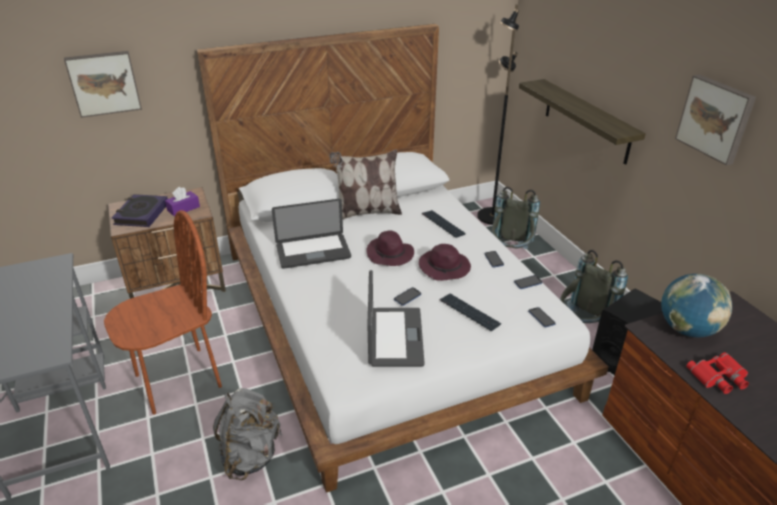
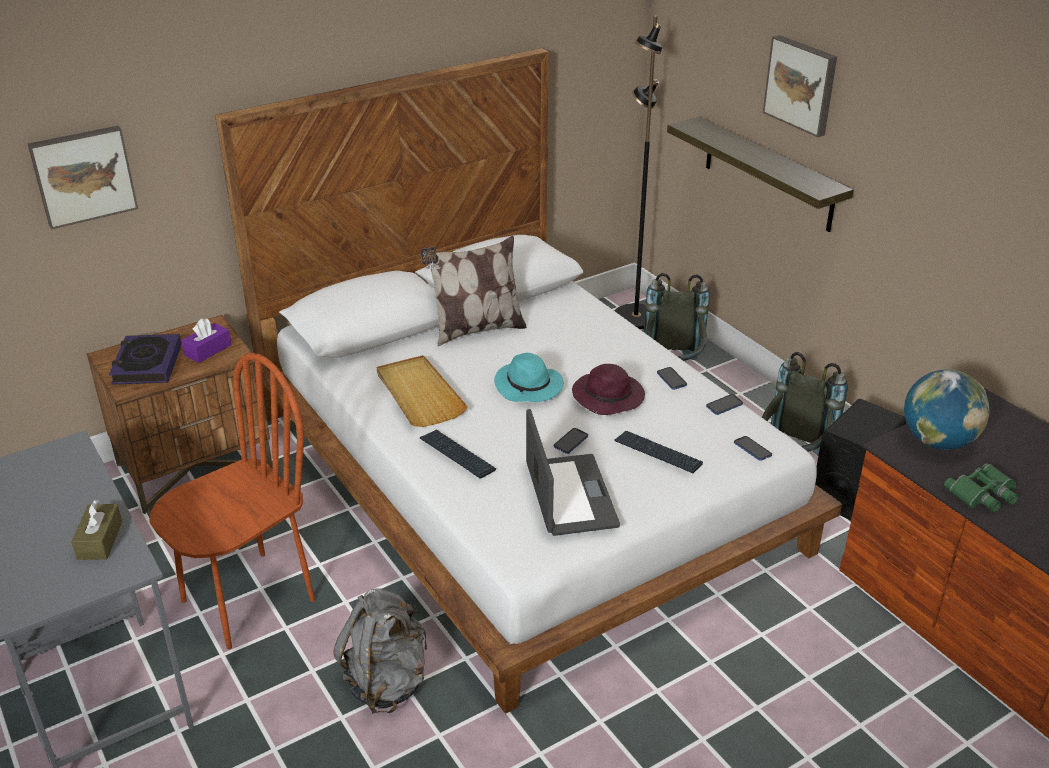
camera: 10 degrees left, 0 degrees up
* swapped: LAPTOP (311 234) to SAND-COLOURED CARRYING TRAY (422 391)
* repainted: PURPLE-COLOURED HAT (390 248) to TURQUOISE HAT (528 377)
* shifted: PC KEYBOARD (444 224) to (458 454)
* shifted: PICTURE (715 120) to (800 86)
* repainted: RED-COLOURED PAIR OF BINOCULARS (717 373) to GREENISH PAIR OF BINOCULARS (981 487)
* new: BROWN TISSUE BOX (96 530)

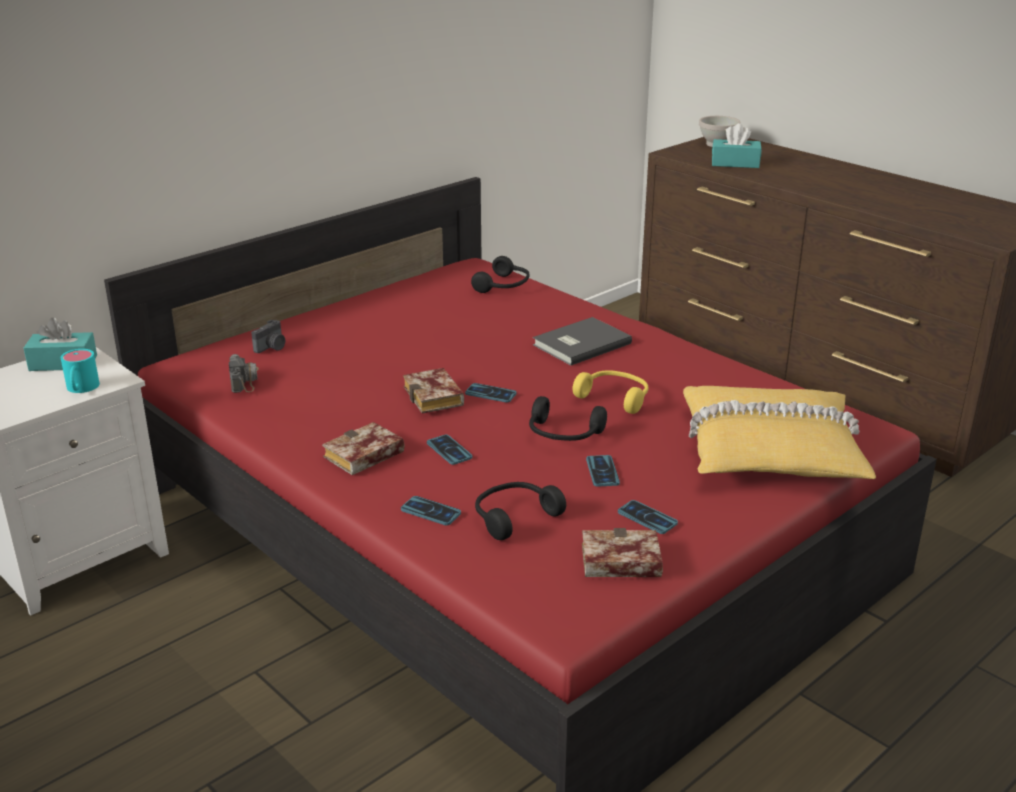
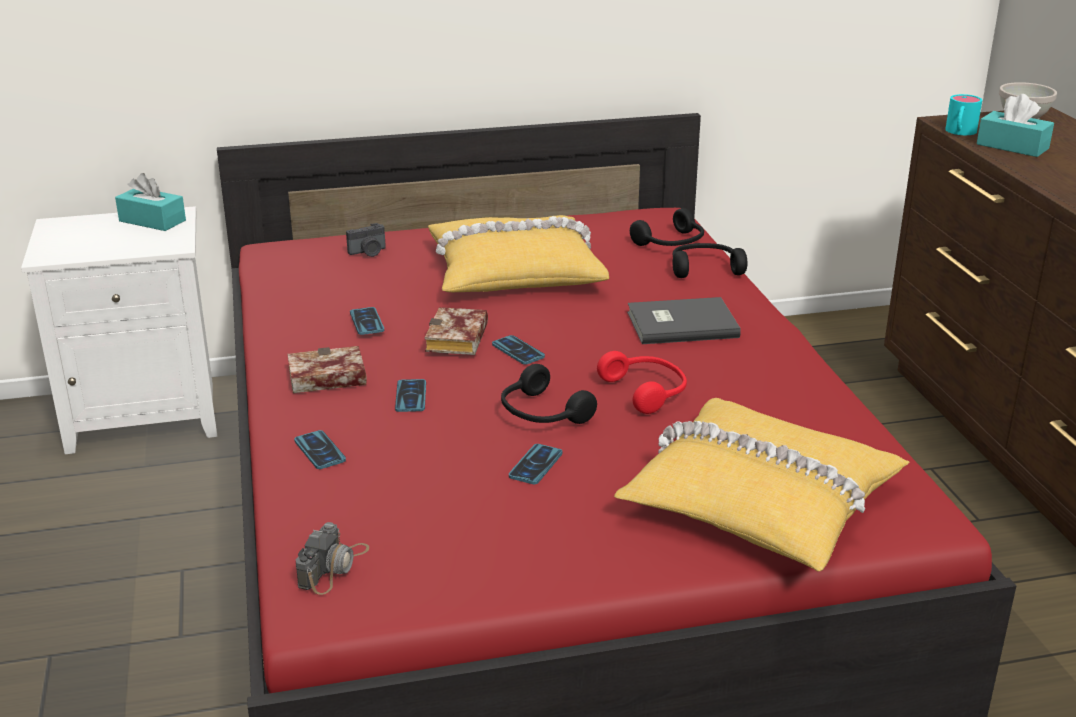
camera: 30 degrees right, 0 degrees up
* shifted: TURQUOISE TEA MUG (80 371) to (963 114)
* shifted: PHOTO CAMERA (244 373) to (332 558)
* shifted: BLACK PAIR OF HEADPHONES (520 511) to (710 260)
* repainted: YELLOW-COLOURED PAIR OF HEADPHONES (611 392) to RED-COLOURED PAIR OF HEADPHONES (642 382)
* gone: VOLUME (622 552)
* shifted: TELEPHONE (648 517) to (367 321)
* new: YELLOW-COLOURED CUSHION (519 253)

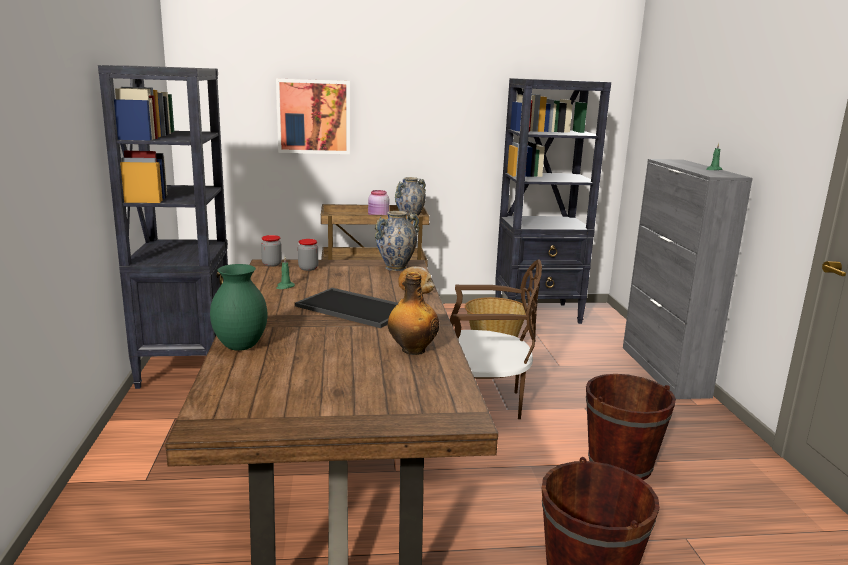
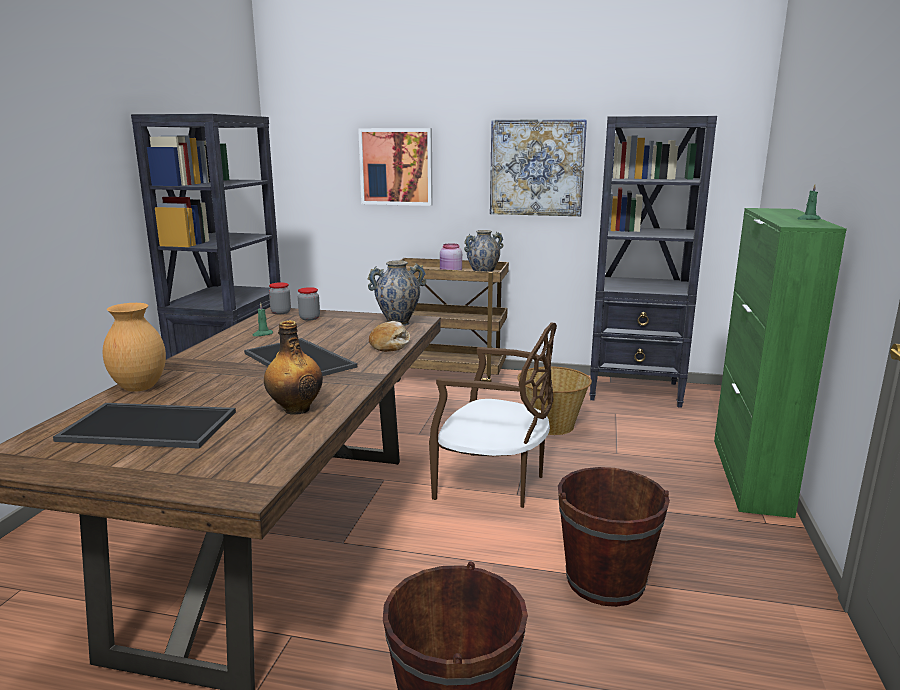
camera: 20 degrees right, 0 degrees up
* repainted: GREENISH DECORATIVE VASE (238 307) to BROWN DECORATIVE VASE (134 347)
* repainted: GREYISH STORAGE CABINET (688 279) to GREENISH STORAGE CABINET (780 363)
* new: CARRYING TRAY (144 426)
* new: PICTURE (538 167)

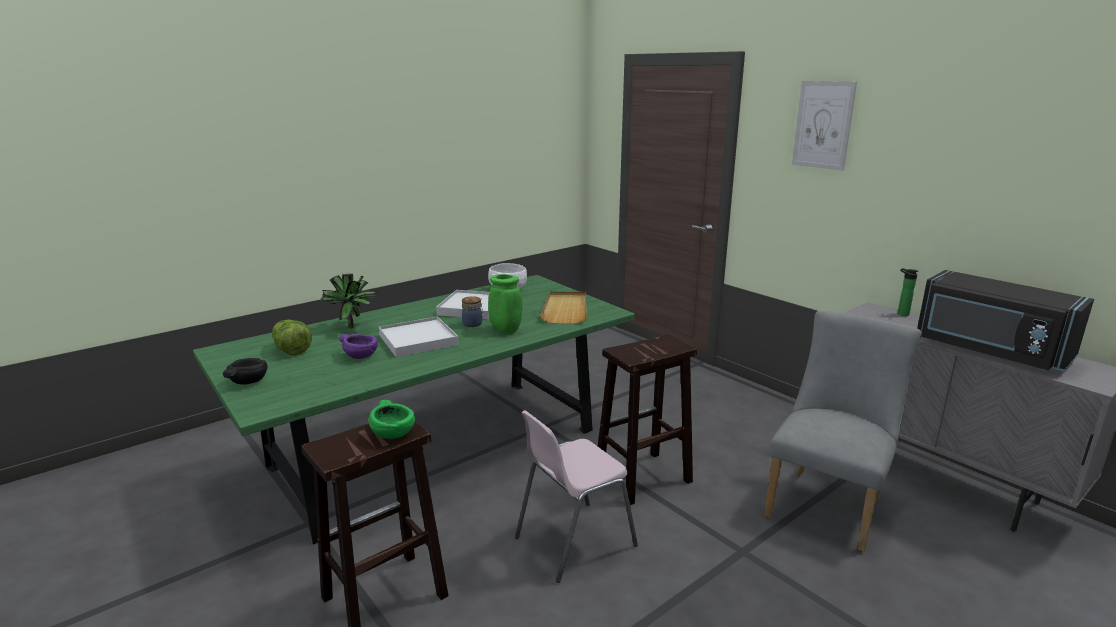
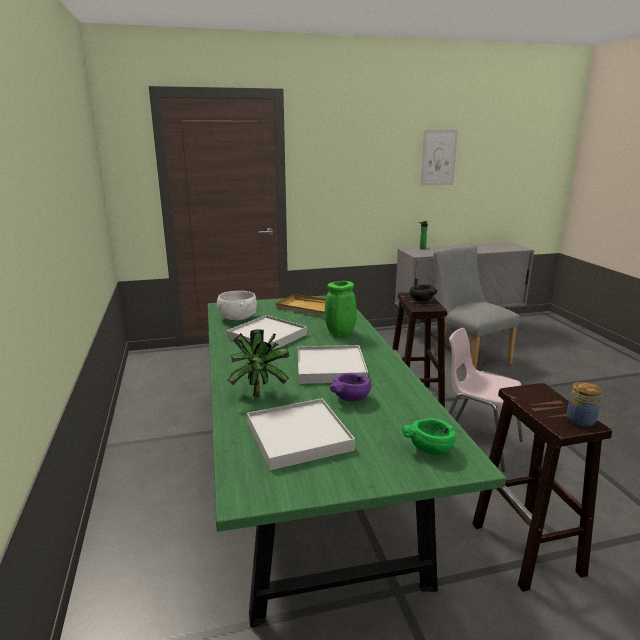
camera: 65 degrees left, 0 degrees up
* shifted: BLACK DEEP DISH (245 371) to (423 292)
* swapped: LETTUCE (292 337) to WHITE CARRYING TRAY (301 434)
* shifted: GREENISH DEEP DISH (391 419) to (429 436)
* shifted: PRESERVE JAR (472 311) to (584 404)
* rotated: PINK PLAIN CHAIR (576 496) = (486 400) 135 degrees clockwise
* shifted: PICTURE (824 126) to (439 158)
* gone: BLACK MICROWAVE OVEN (1005 321)

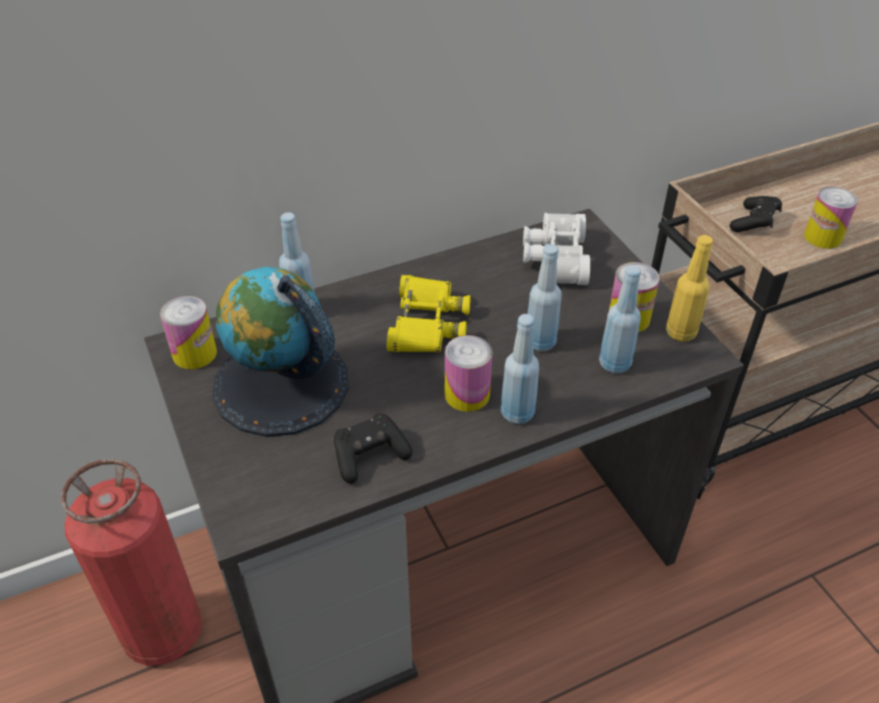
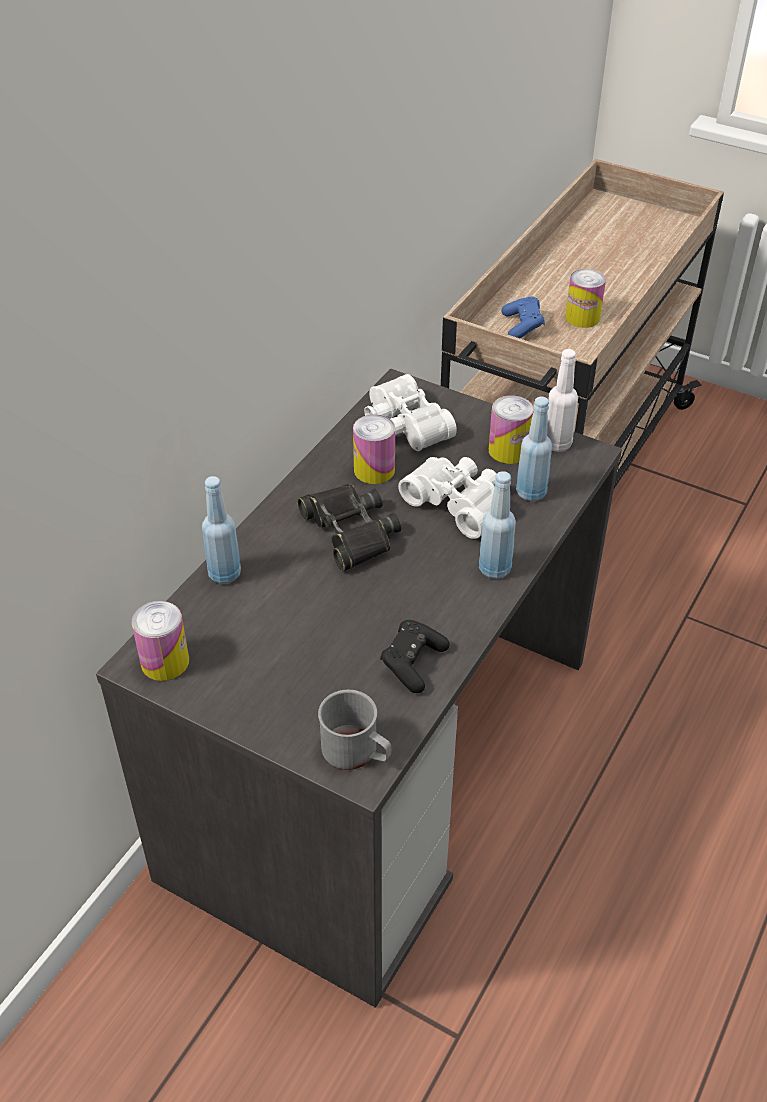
camera: 35 degrees left, 0 degrees up
* gone: FIRE EXTINGUISHER (131 562)
* gone: GLOBE (280 352)
* repainted: YELLOW-COLOURED PAIR OF BINOCULARS (428 313) to BLACK PAIR OF BINOCULARS (349 527)
* shifted: METAL CAN (469 373) to (374 449)
* swapped: BLUE-COLOURED DRINK BOTTLE (544 297) to WHITE PAIR OF BINOCULARS (447 498)
* repainted: YELLOW-COLOURED DRINK BOTTLE (689 288) to WHITE DRINK BOTTLE (562 400)
* repainted: BLACK GAMEPAD (756 214) to BLUE-COLOURED GAMEPAD (523 317)
* new: GREYISH TEA MUG (354 730)

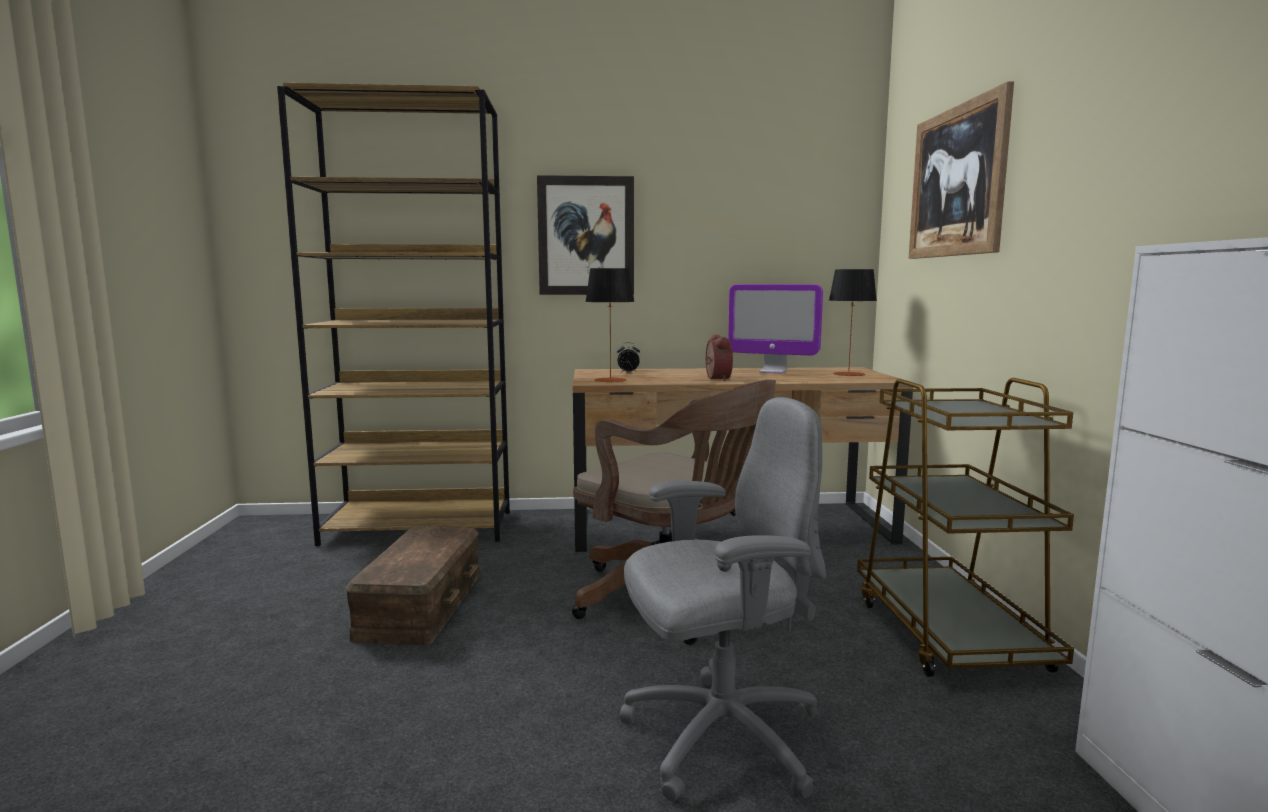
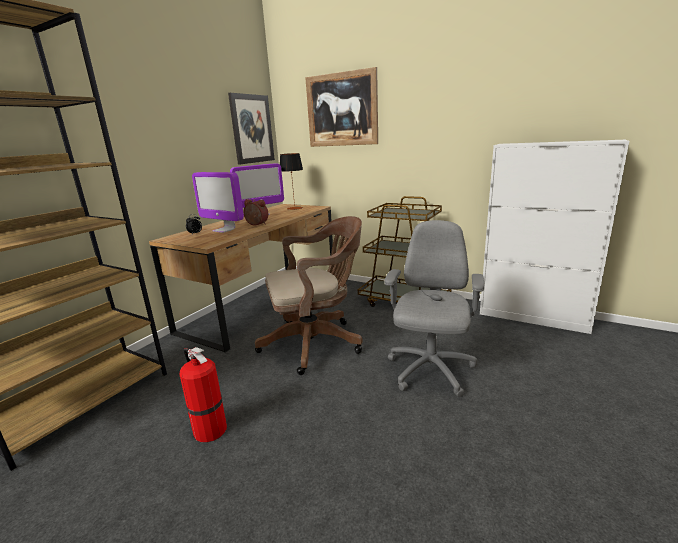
camera: 55 degrees left, 10 degrees up
* swapped: BROWN STORAGE CONTAINER (412 585) to FIRE EXTINGUISHER (203 394)
* shifted: PICTURE (585 235) to (251 129)
* gone: TABLETOP LAMP (610 325)
* new: COMPUTER SCREEN (218 202)

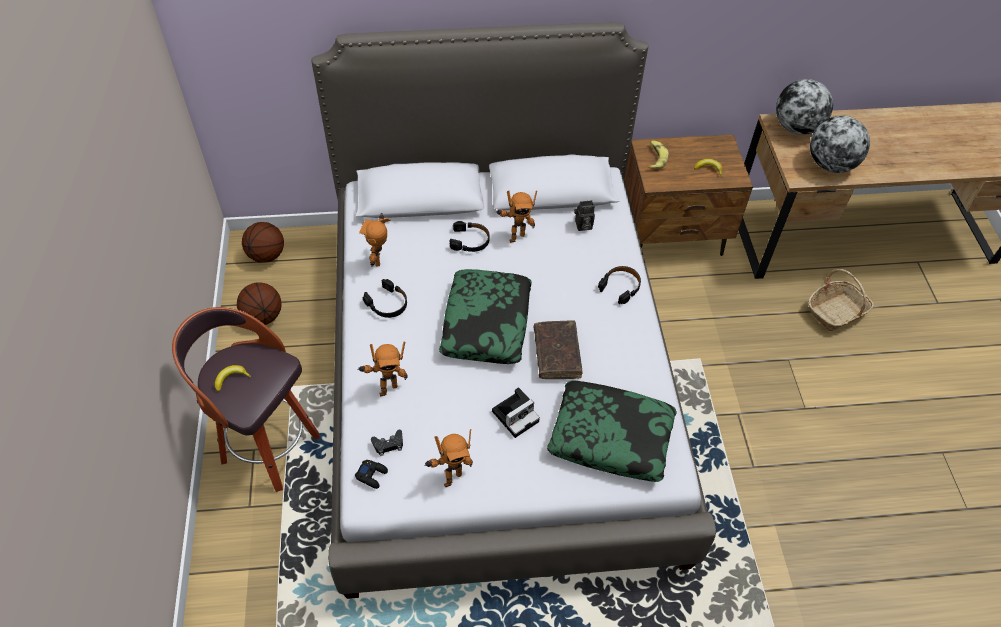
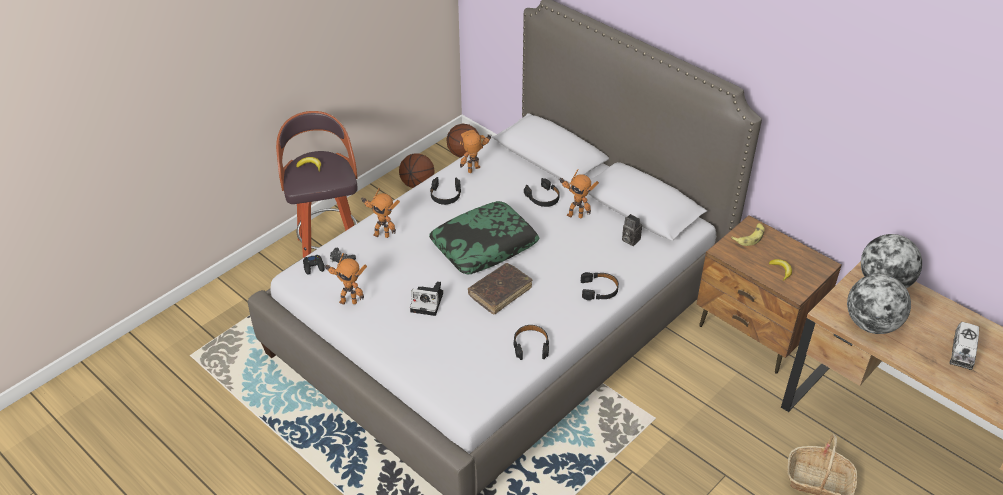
camera: 50 degrees right, 10 degrees down
* gone: CUSHION (612 431)
* new: BLACK PAIR OF HEADPHONES (531 342)
* new: TOY TRUCK (964 346)

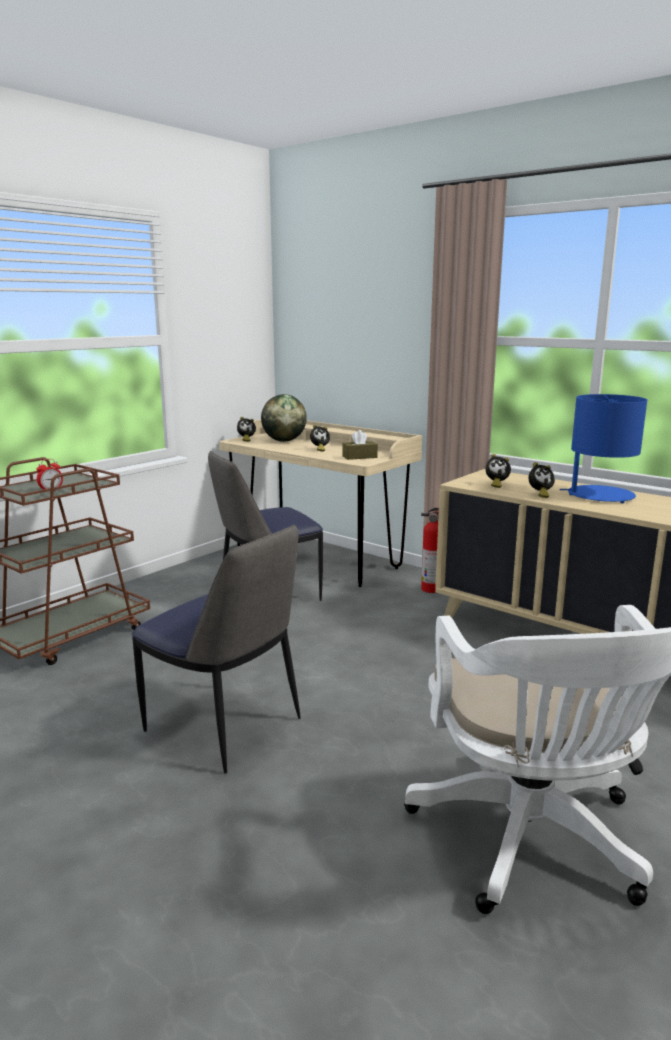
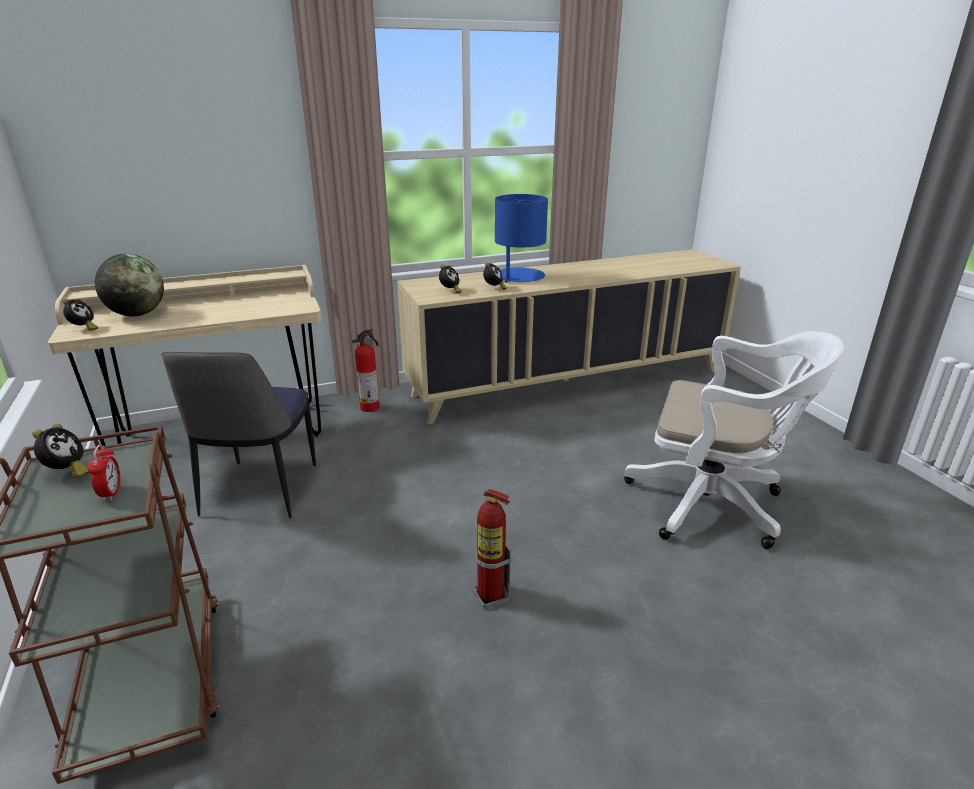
camera: 60 degrees left, 10 degrees up
* swapped: PLAIN CHAIR (216 649) to FIRE EXTINGUISHER (492 549)
* shifted: TABLE CLOCK (320 438) to (60 451)
* gone: BROWN TISSUE BOX (360 445)

